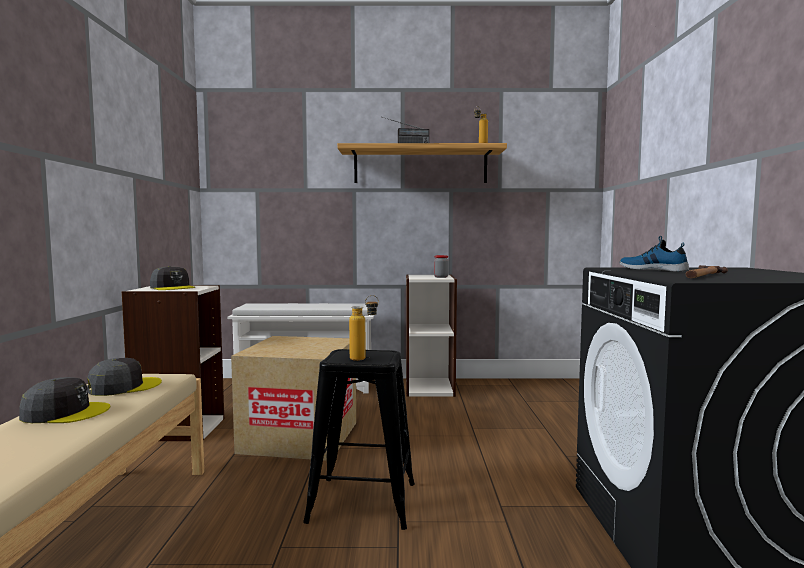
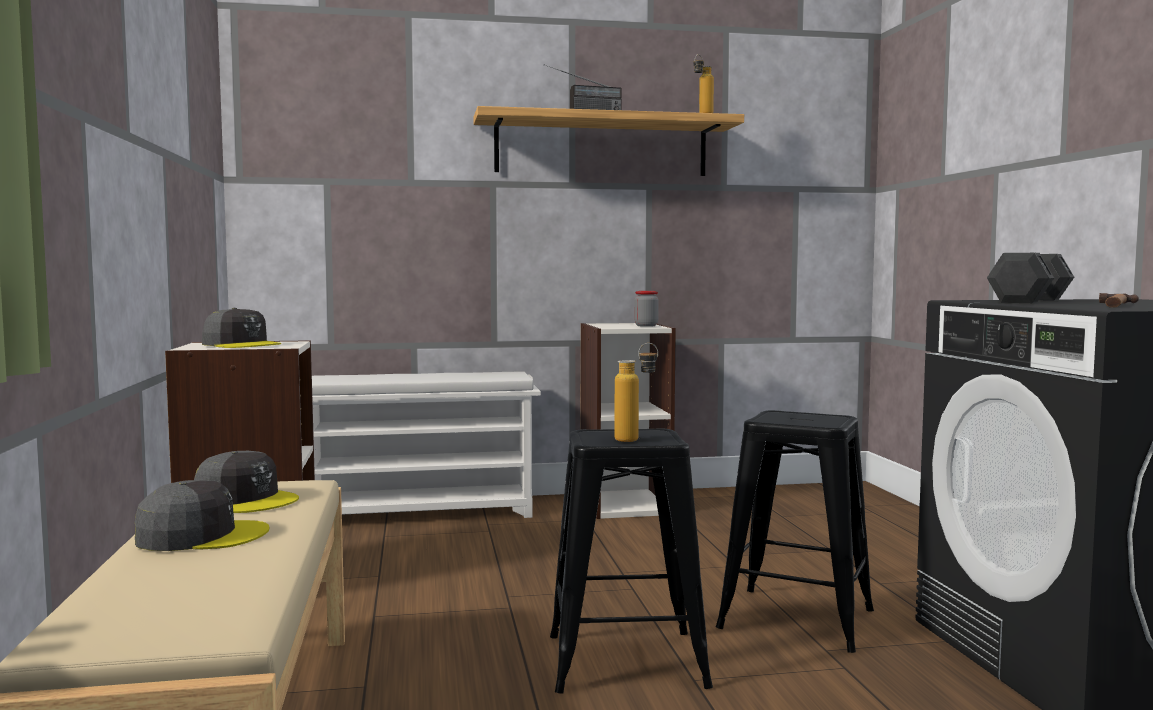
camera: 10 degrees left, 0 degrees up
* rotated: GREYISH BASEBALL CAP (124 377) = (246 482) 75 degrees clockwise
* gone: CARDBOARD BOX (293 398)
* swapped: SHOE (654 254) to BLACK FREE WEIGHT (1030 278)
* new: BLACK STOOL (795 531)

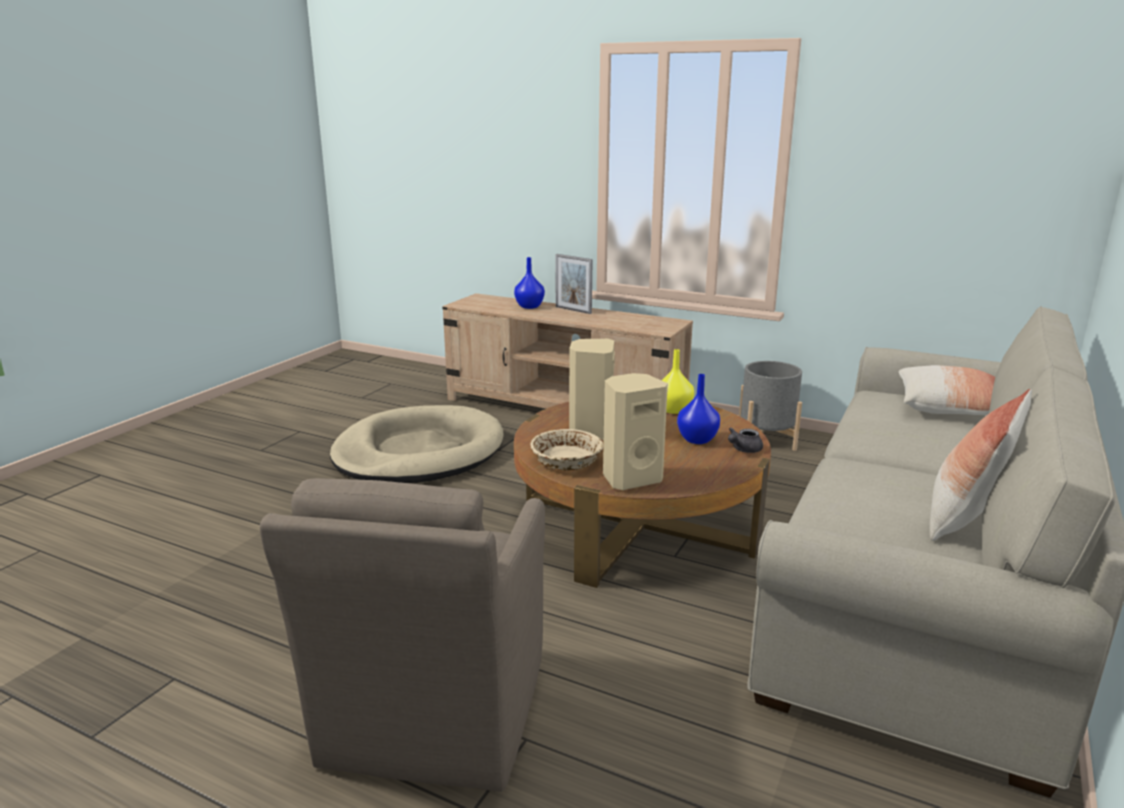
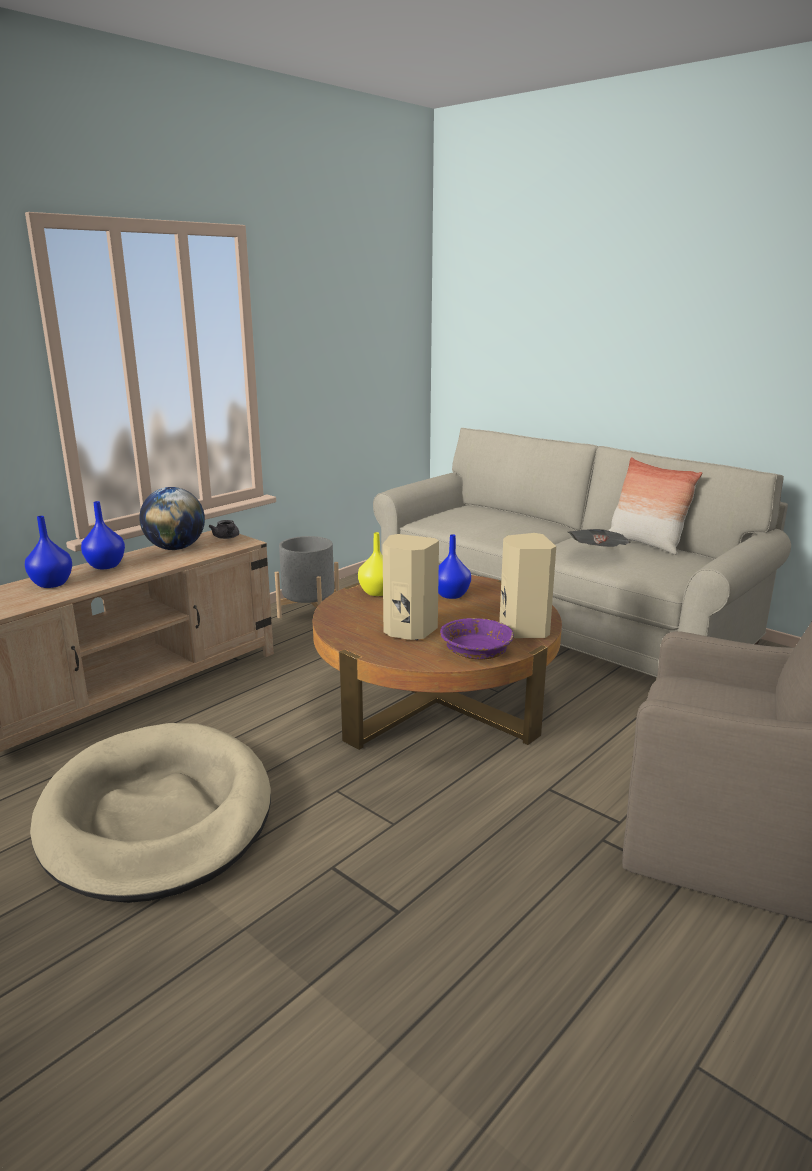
camera: 75 degrees left, 0 degrees up
* repainted: SAND-COLOURED DEEP DISH (566 450) to PURPLE-COLOURED DEEP DISH (477 638)
* swapped: PICTURE FRAME (574 284) to BLUE-COLOURED DECORATIVE VASE (103 535)
* shifted: GREYISH TEA POT (745 440) to (224 529)
* gone: CUSHION (947 390)
* new: GLOBE (172 518)
* new: NEWSPAPER (599 538)

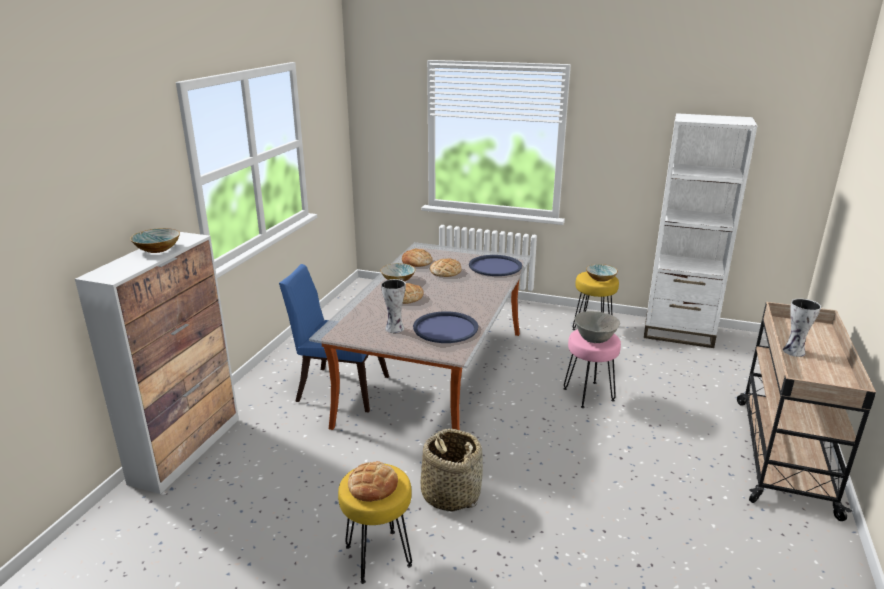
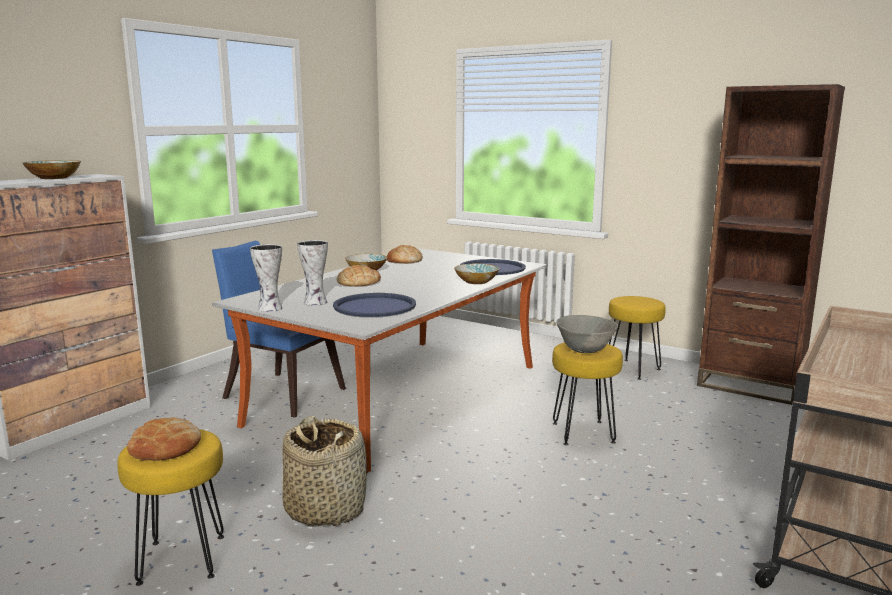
camera: 15 degrees right, 10 degrees down
* gone: BAKERY BREAD (446 267)
* repainted: PINK STOOL (592 368) to YELLOW-COLOURED STOOL (587 393)
* shifted: DEEP DISH (602 273) to (477 274)
* repainted: WHITE SHELVING UNIT (700 230) to BROWN SHELVING UNIT (771 244)
* shifted: DECORATIVE VASE (802 327) to (266 278)

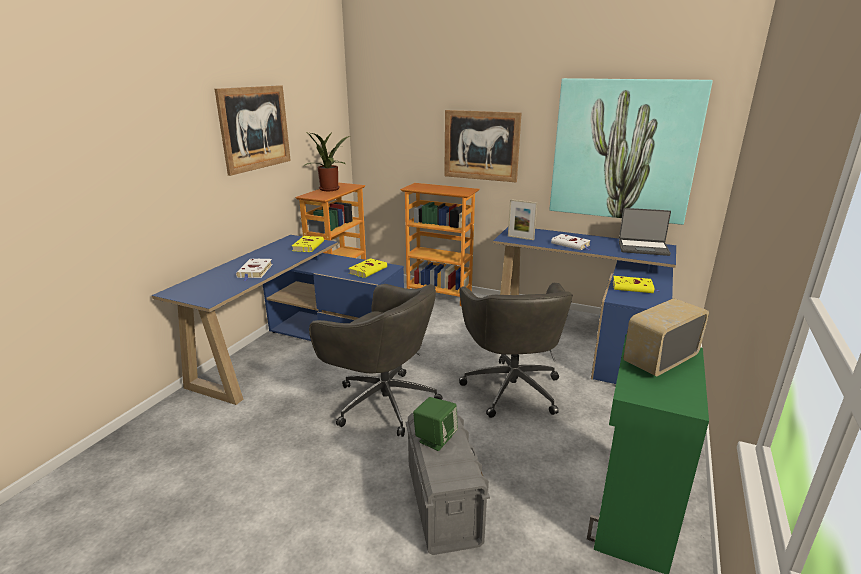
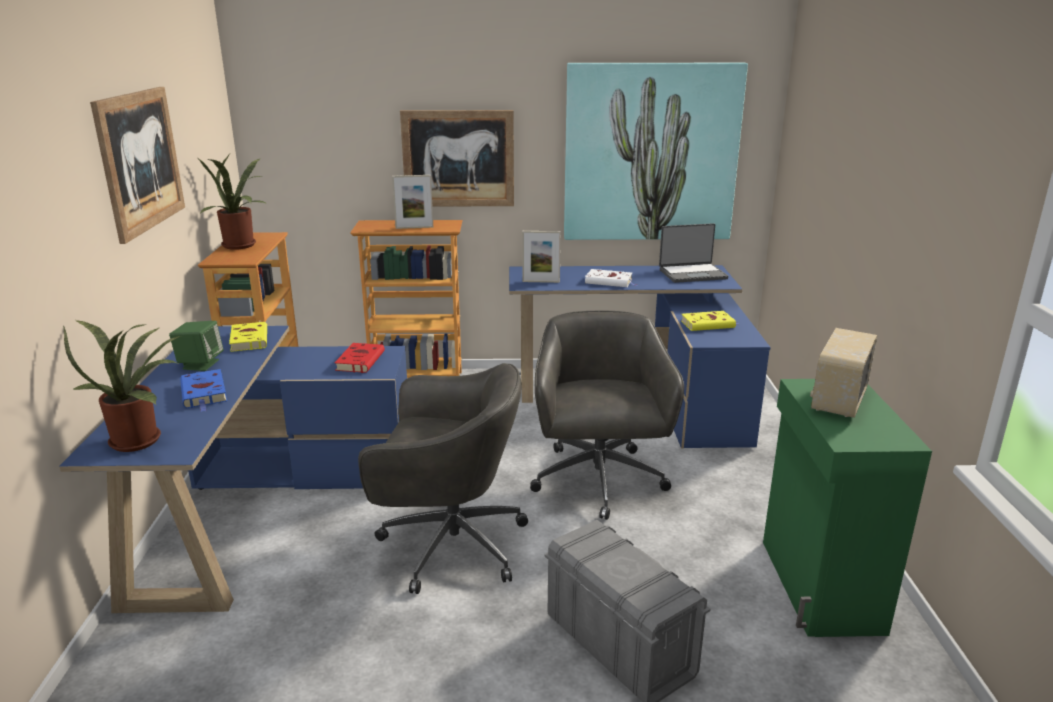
camera: 25 degrees left, 0 degrees up
* repainted: WHITE VOLUME (254 270) to BLUE-COLOURED VOLUME (203 390)
* repainted: YELLOW-COLOURED VOLUME (367 268) to RED-COLOURED VOLUME (360 358)
* shifted: GREENISH SPEAKER (435 424) to (196 346)
* rotated: GREYISH DESK CHAIR (516 350) = (607 415) 150 degrees counterclockwise
* new: POTTED PLANT (121 386)
* new: PICTURE FRAME (412 202)

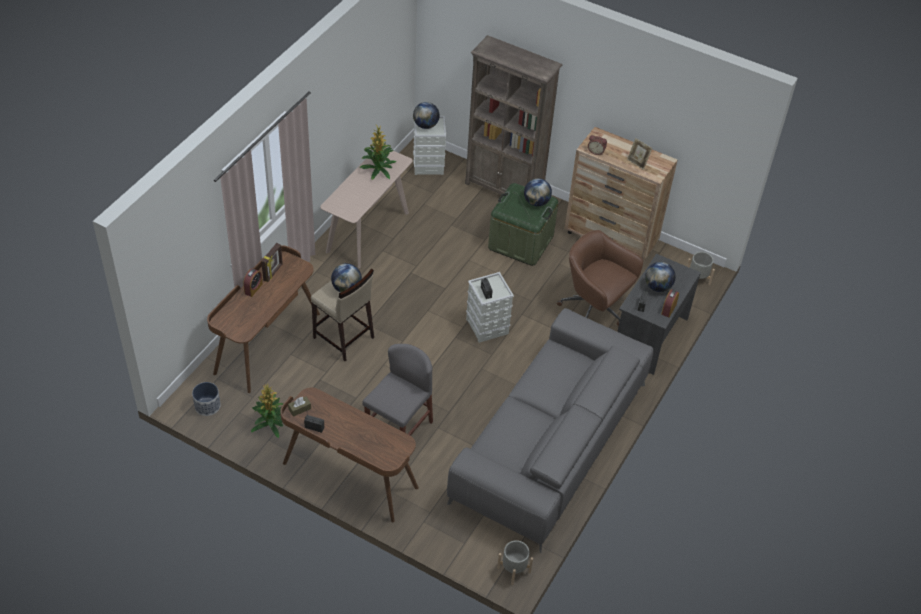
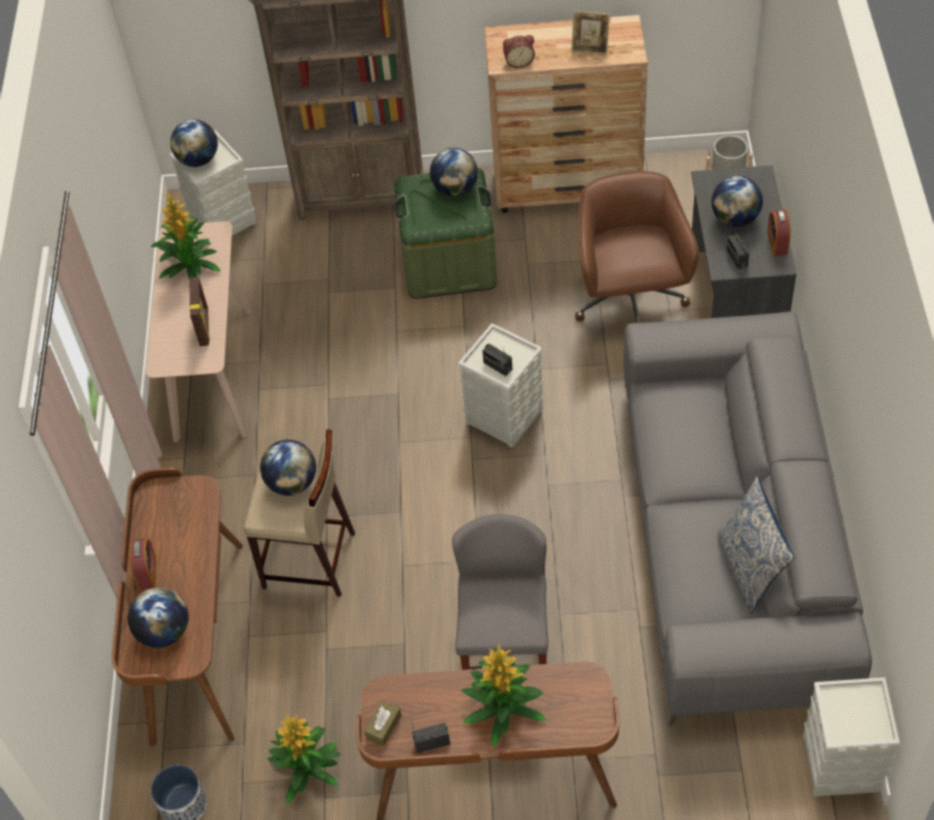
camera: 25 degrees left, 5 degrees up
* shifted: PICTURE FRAME (272 262) to (199 311)
* swapped: GREYISH FLOWER POT (515 562) to GREYISH STORAGE CONTAINER (851 736)
* rotated: BROWN DESK CHAIR (600 278) = (637 247) 75 degrees clockwise
* new: GLOBE (158 618)
* new: POTTED PLANT (503 695)
* new: CUSHION (756 545)

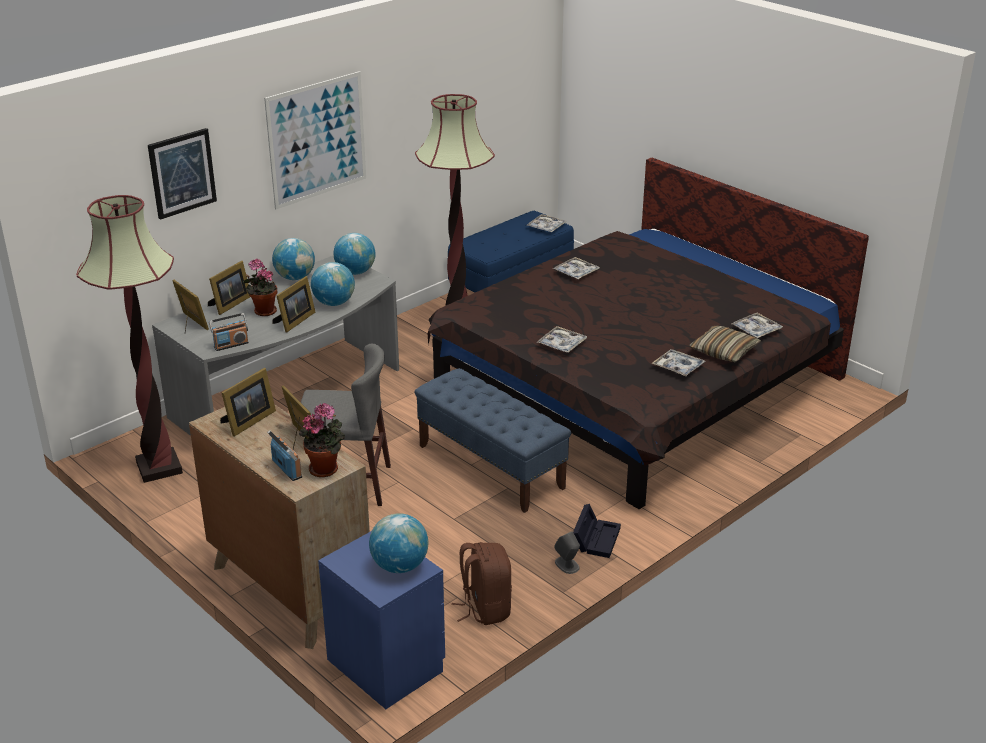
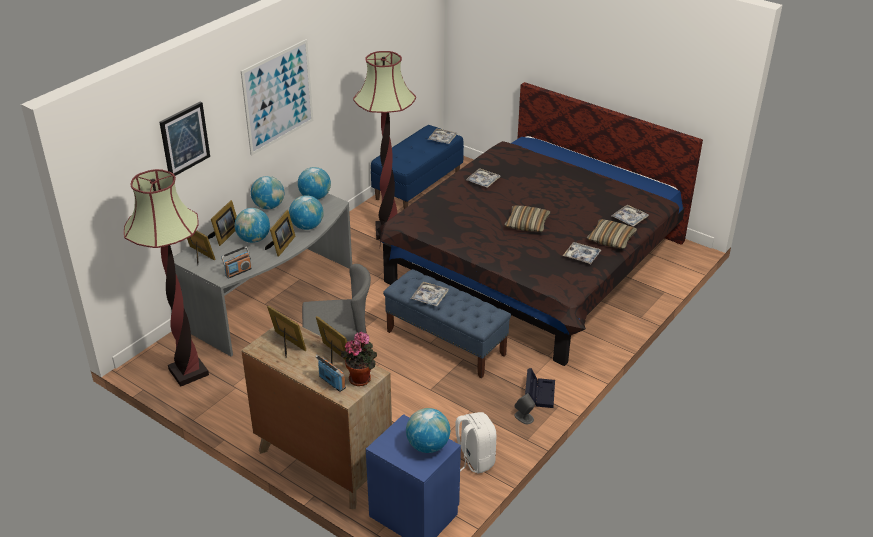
camera: 10 degrees left, 5 degrees up
* rotated: PICTURE FRAME (248 402) = (286 331) 75 degrees counterclockwise
* swapped: POTTED PLANT (260 287) to GLOBE (252 225)
* repainted: BROWN KNAPSACK (482 583) to WHITE KNAPSACK (475 442)
* shifted: CARRYING TRAY (561 339) to (430 294)
* new: CUSHION (528 218)

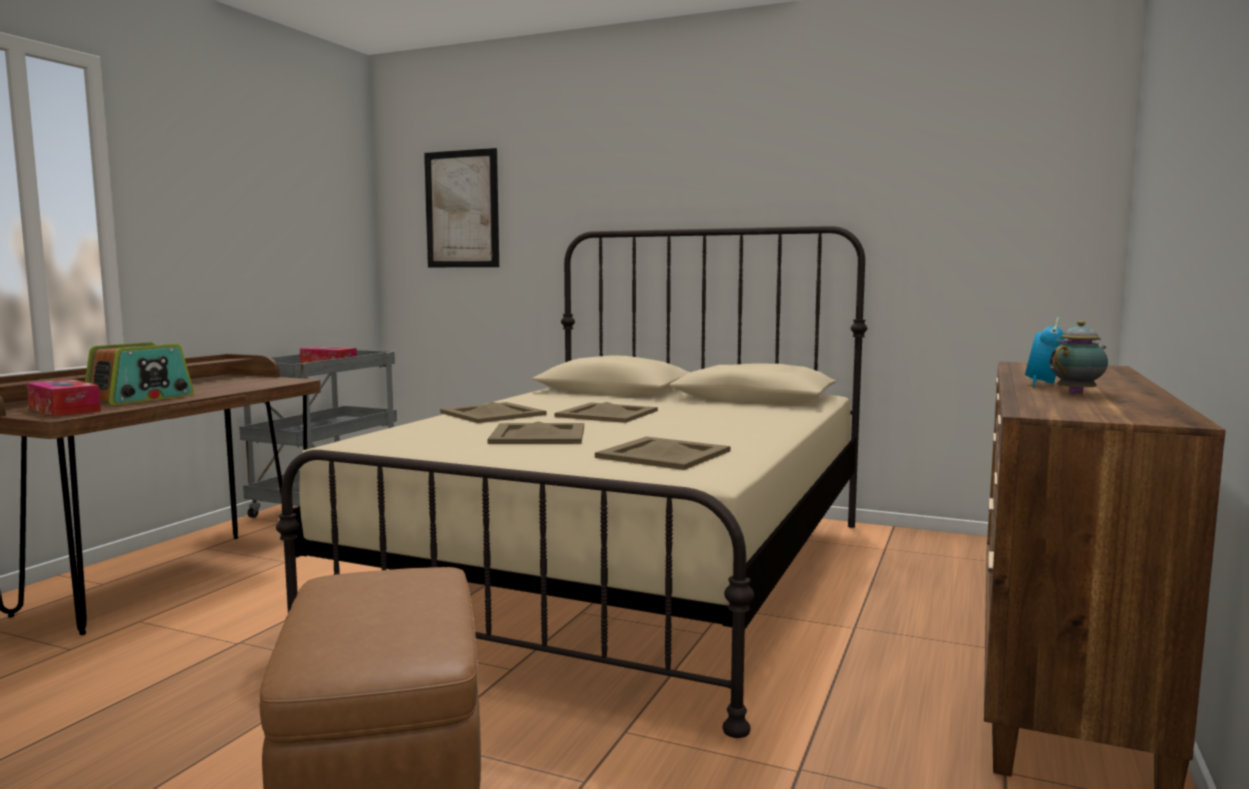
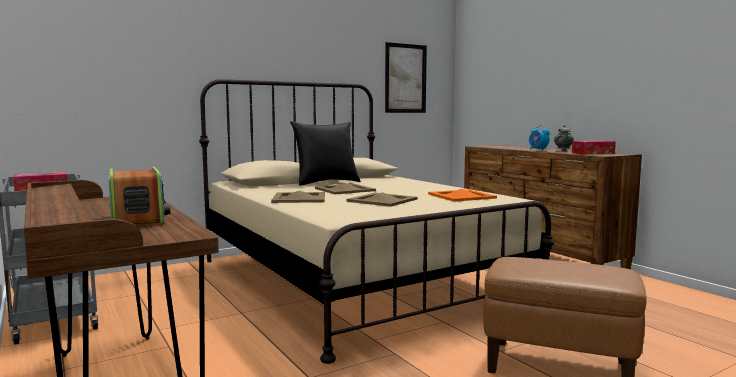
camera: 55 degrees left, 0 degrees up
* shifted: TISSUE BOX (64 398) to (594 148)
* shifted: PICTURE (461 207) to (406 77)
* repainted: SAND-COLOURED CARRYING TRAY (662 453) to ORANGE-COLOURED CARRYING TRAY (462 195)
* new: BLACK CUSHION (325 153)

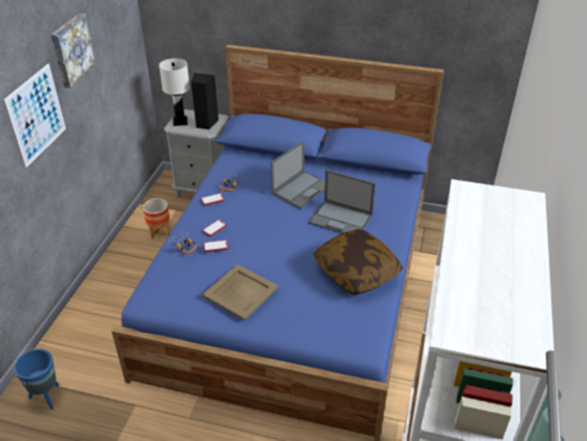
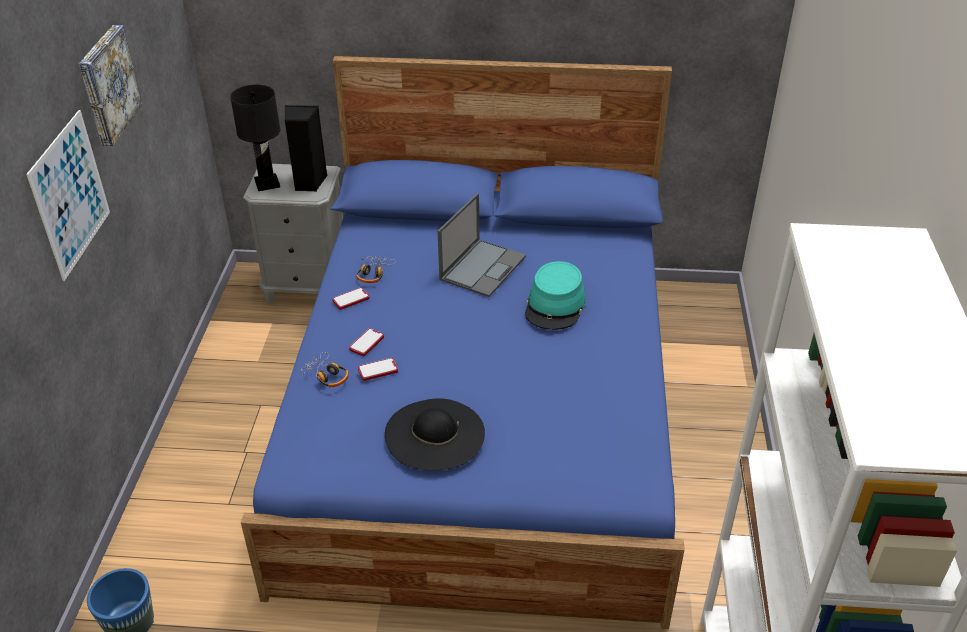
camera: 10 degrees left, 0 degrees up
* gone: FLOWER POT (156 218)
* repainted: WHITE TABLETOP LAMP (174 92) to BLACK TABLETOP LAMP (255 138)
* swapped: SAND-COLOURED CARRYING TRAY (240 292) to BLACK HAT (435 434)
* swapped: LAPTOP (342 202) to TURQUOISE HAT (555 295)
* gone: CUSHION (358 262)

